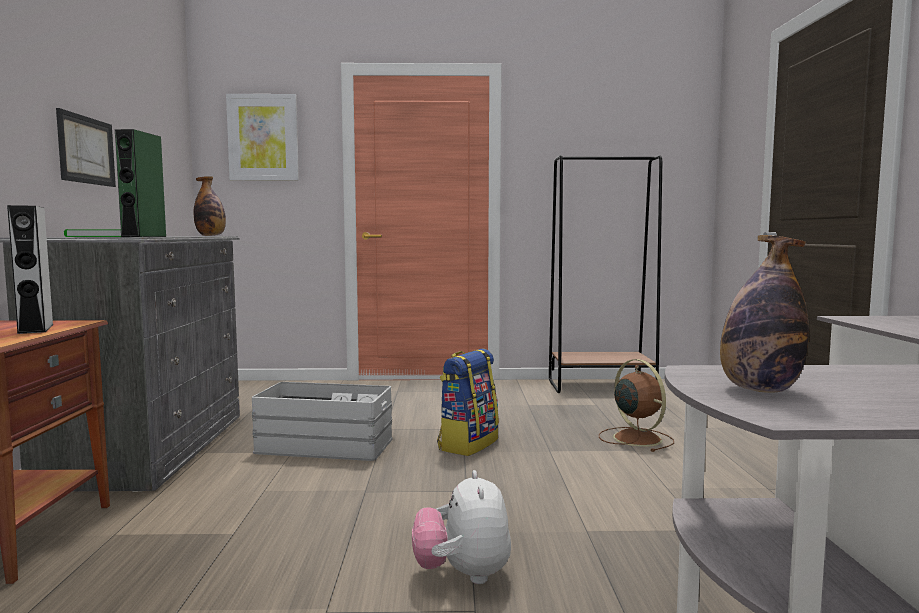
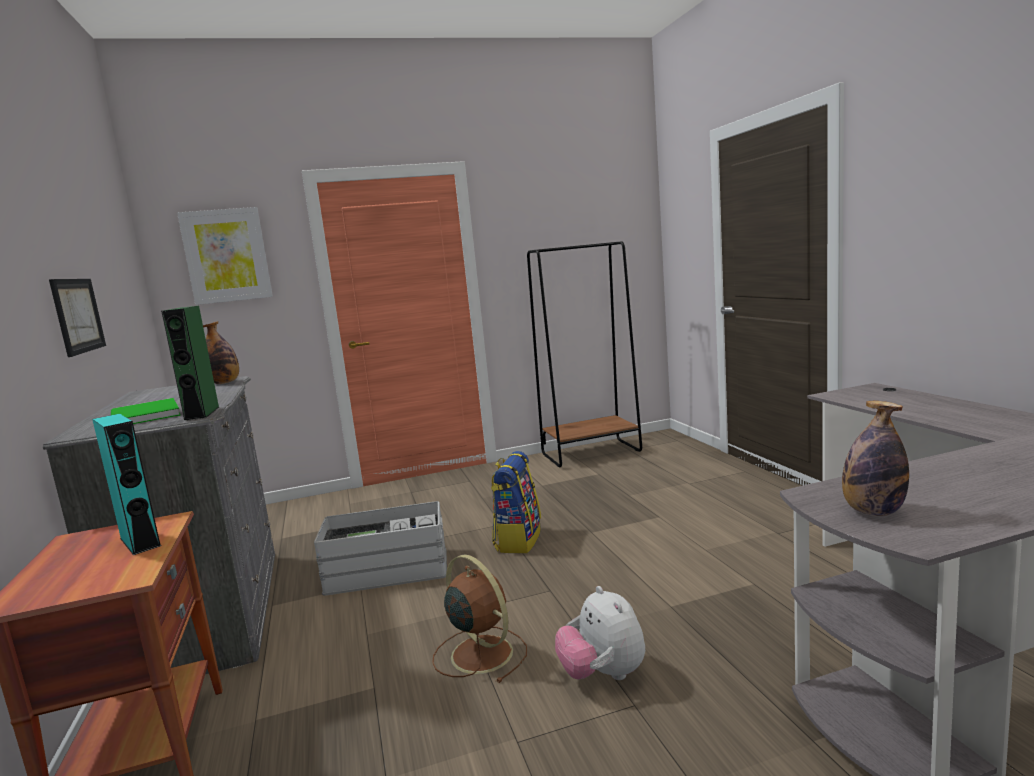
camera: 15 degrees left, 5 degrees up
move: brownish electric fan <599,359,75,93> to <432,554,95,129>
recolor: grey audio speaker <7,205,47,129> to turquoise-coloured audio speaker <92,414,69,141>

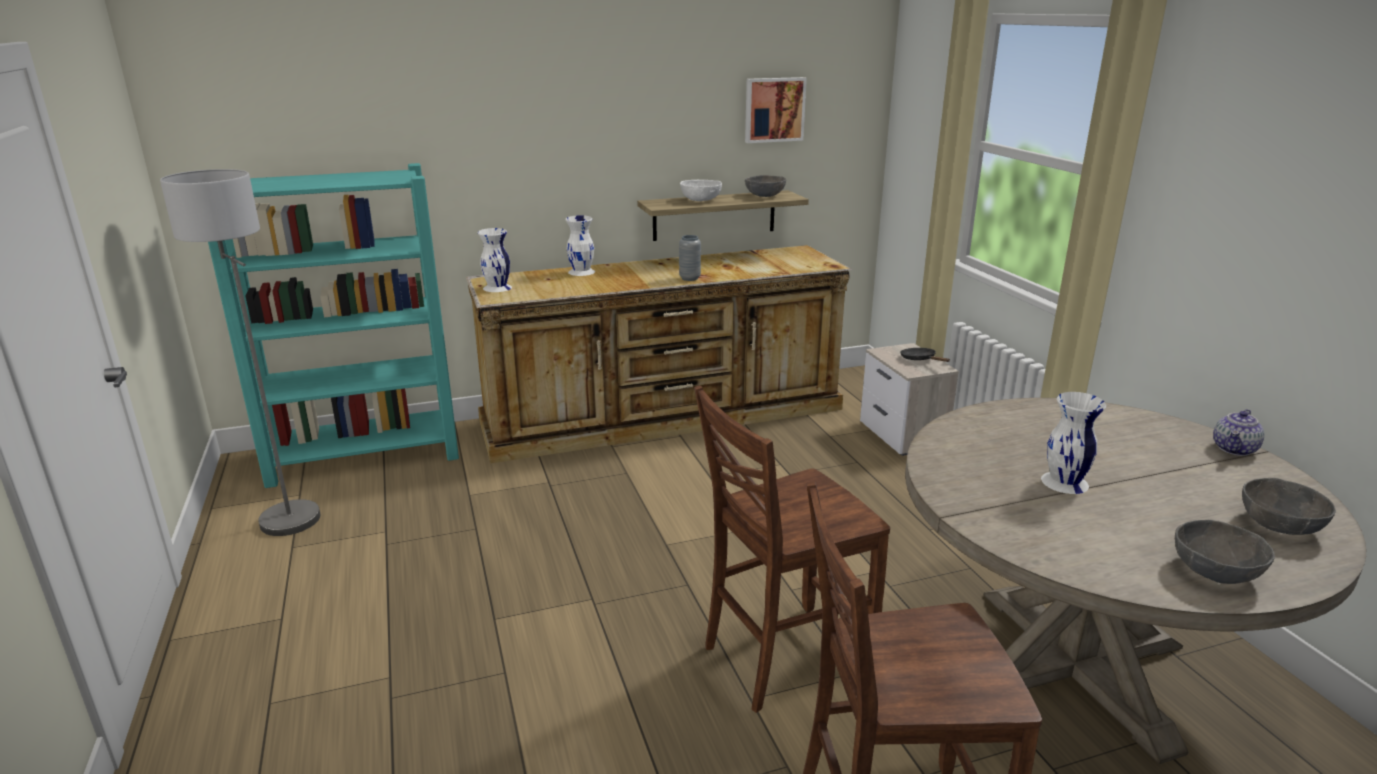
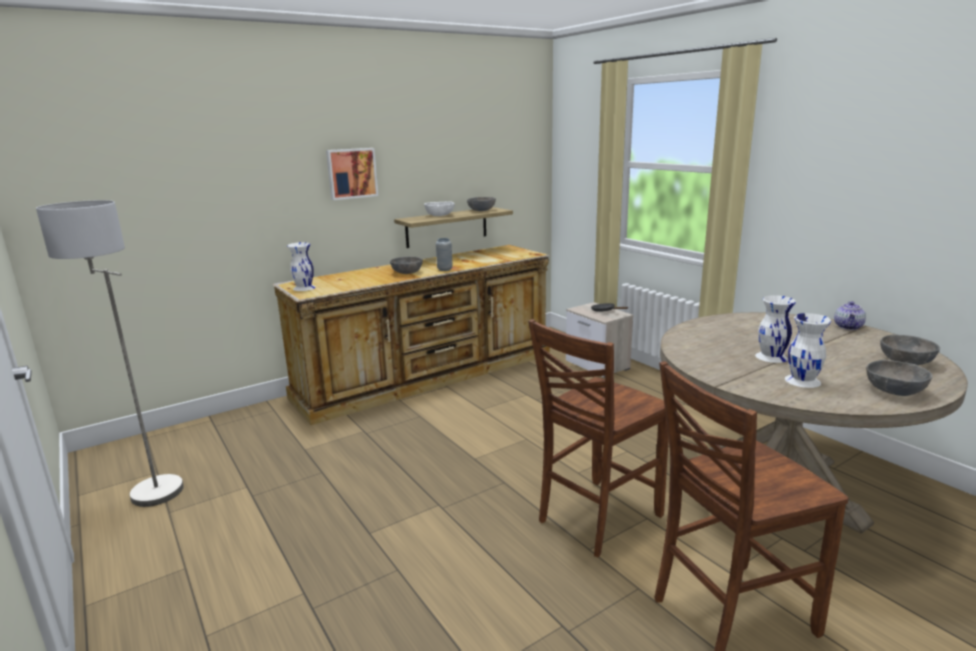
camera: 15 degrees left, 5 degrees down
delete: turquoise-coloured shelving unit <208,163,251,325>
insert: grey bowl <390,256,33,18>
move: wall art <745,77,62,66> to <326,148,52,52>; white-coloured vase <565,215,30,61> to <785,313,46,75>

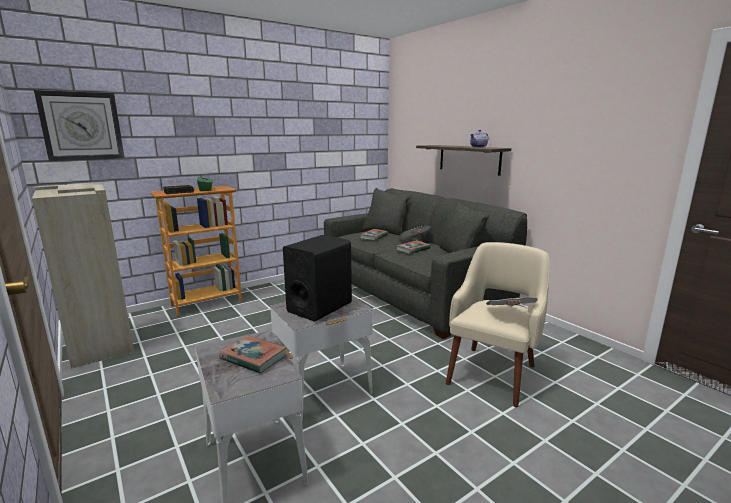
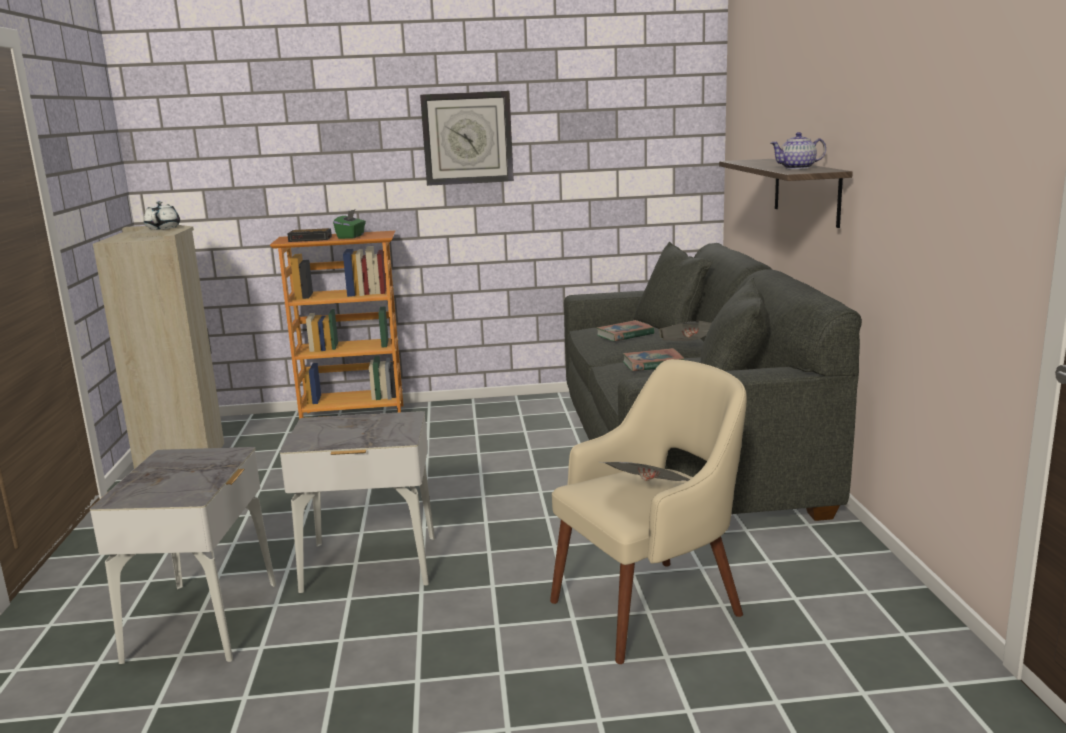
camera: 30 degrees right, 0 degrees up
delete: black-coloured audio speaker <283,235,69,87>; book <219,335,68,39>
insert: white-coloured pot for tea <144,201,36,29>
move: wall clock <34,90,91,71> to <420,91,94,95>

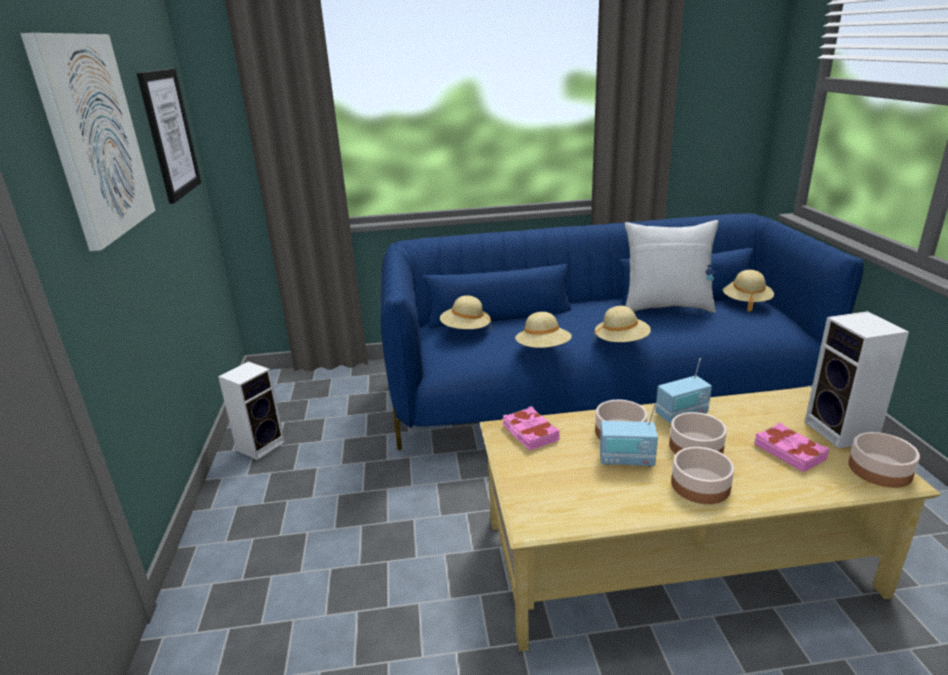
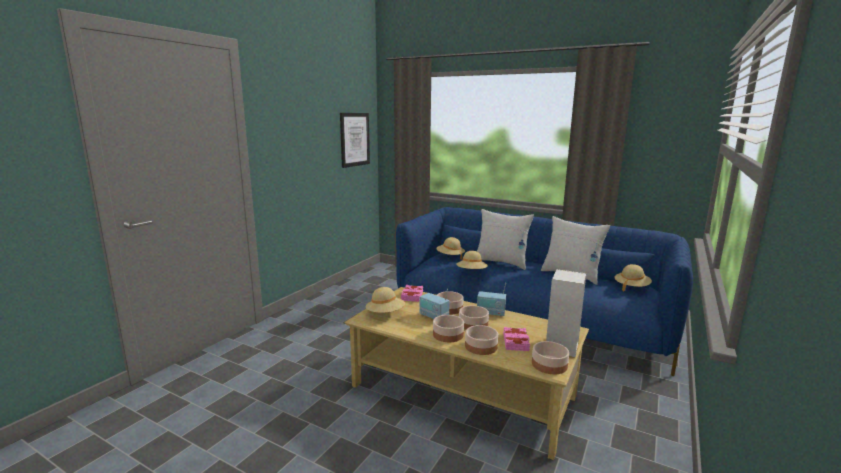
camera: 35 degrees right, 10 degrees down
delete: wall art <21,33,135,218>; audio speaker <218,361,67,99>
insert: grey cushion <477,209,57,61>; bowl <465,325,33,30>
move: beige-coloured hat <594,306,57,36> to <365,287,40,26>

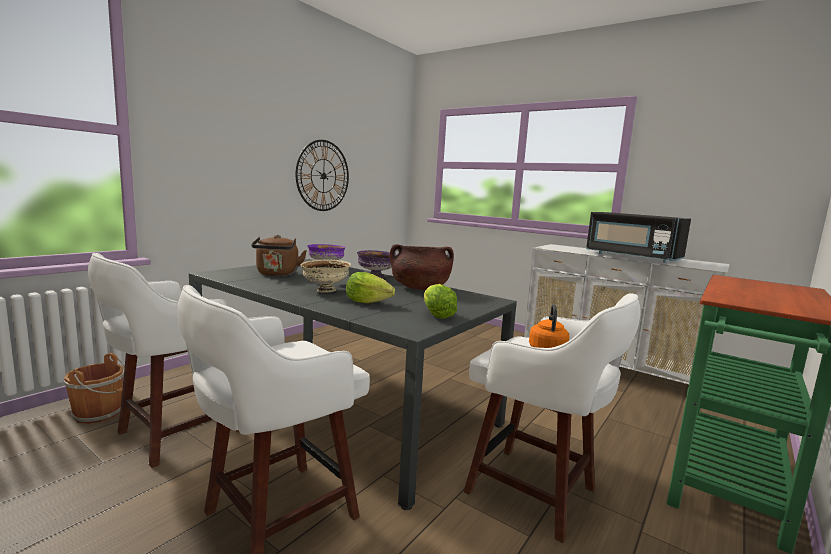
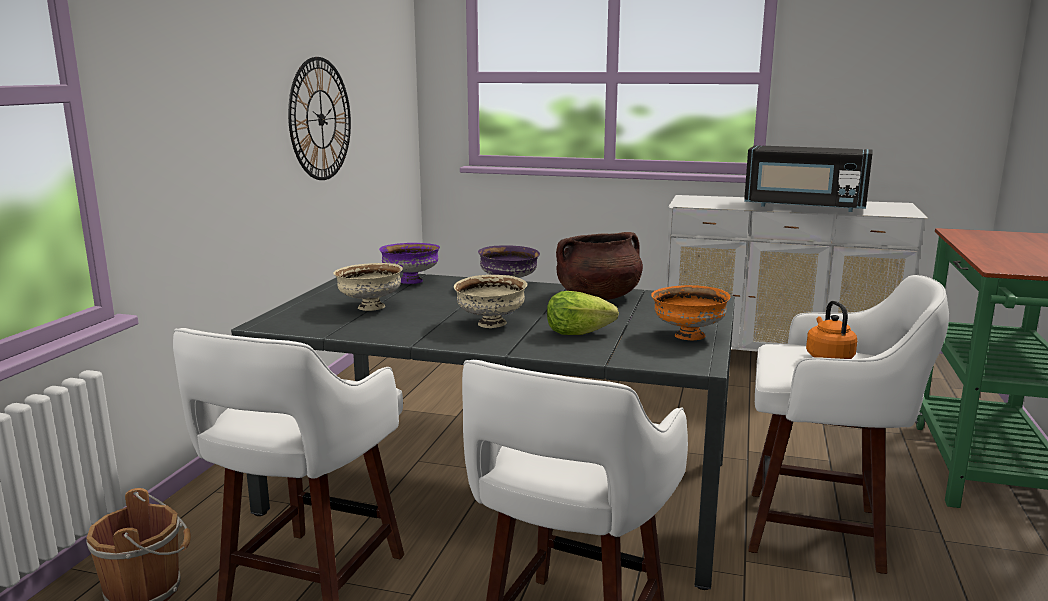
camera: 20 degrees left, 5 degrees up
replace: brownish water kettle <251,235,56,41> to beige-coloured bowl <333,263,69,48>; head of lettuce <424,284,33,35> to orange-coloured bowl <651,285,79,55>

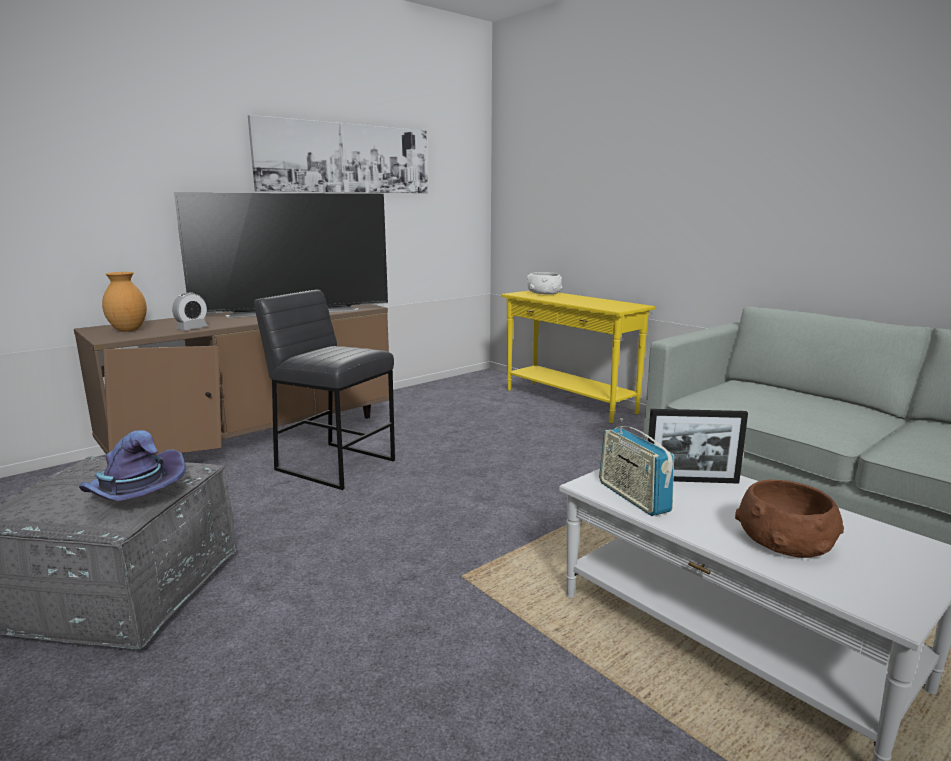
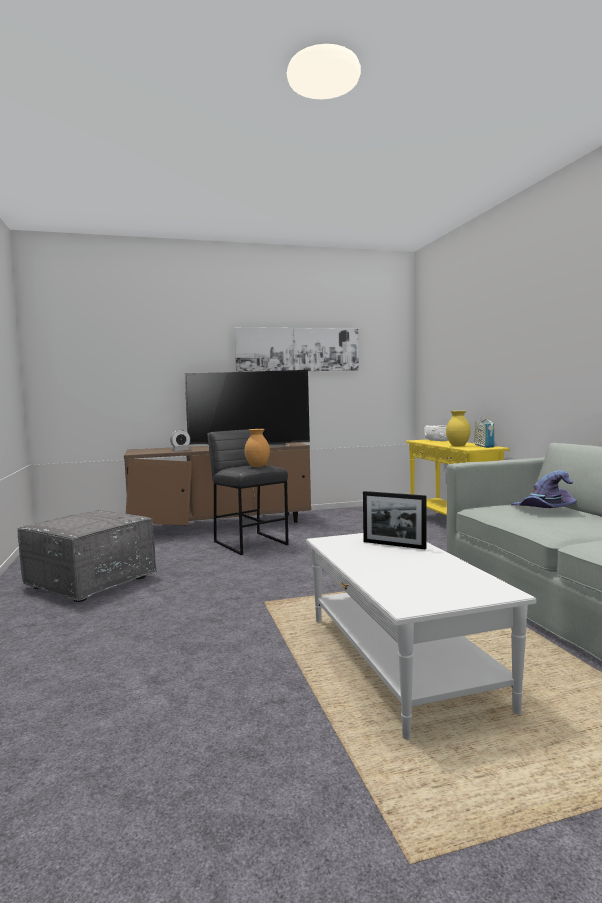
camera: 25 degrees right, 10 degrees down
delete: brownish bowl <735,480,109,78>
insert: yellowish vase <446,411,25,35>
move: brownish vase <102,272,45,60> to <244,429,26,38>; radio <599,418,75,98> to <474,416,21,32>; purple-coloured hat <79,430,107,71> to <511,470,66,38>

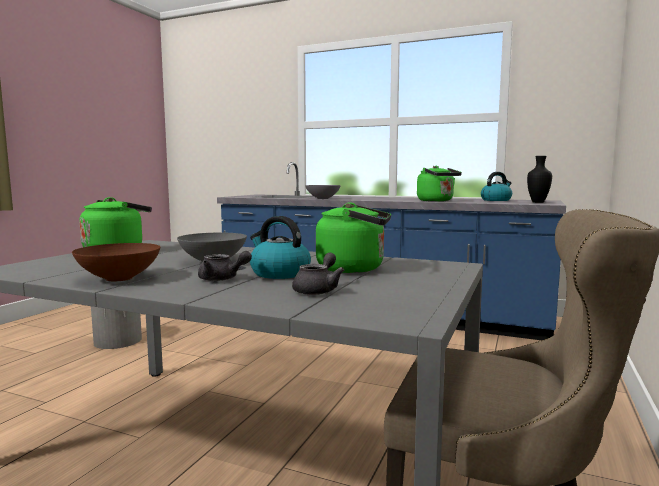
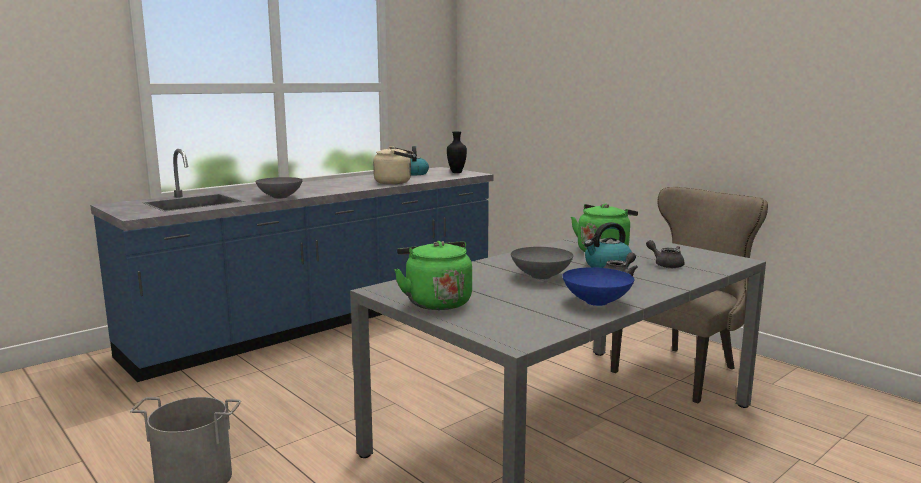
camera: 65 degrees left, 5 degrees up
recolor: green-coloured water kettle <417,166,45,36> to beige-coloured water kettle <373,146,40,38>; brownish bowl <72,243,88,38> to blue-coloured bowl <563,267,71,39>

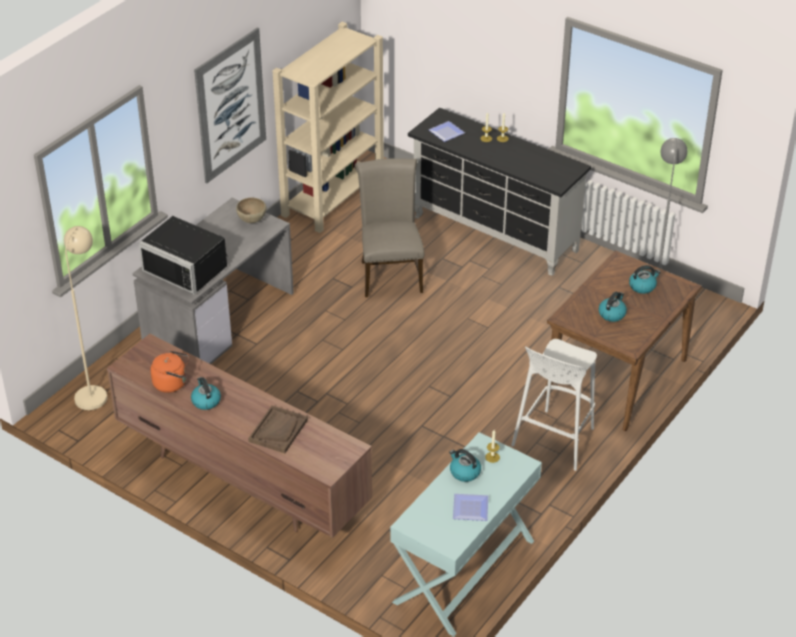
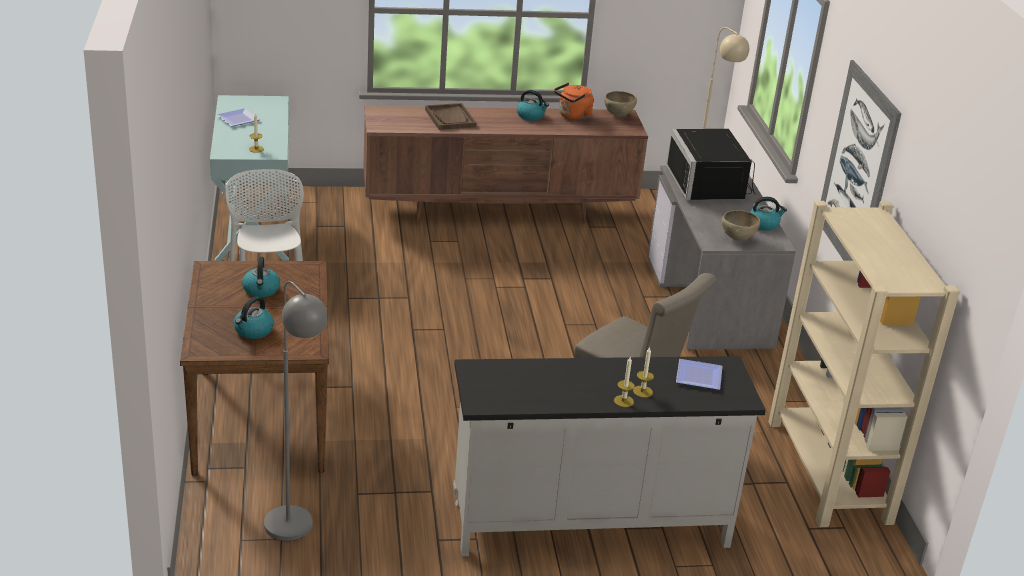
camera: 135 degrees right, 10 degrees down
insert: brownish bowl <604,91,33,26>
move: water kettle <449,449,32,33> to <750,197,37,34>
rotate: black-coloured kitchen microwave <139,216,89,78> = <666,129,90,71> 90 degrees counterclockwise

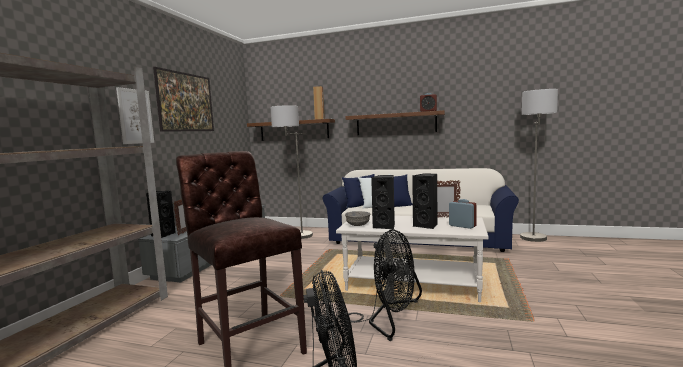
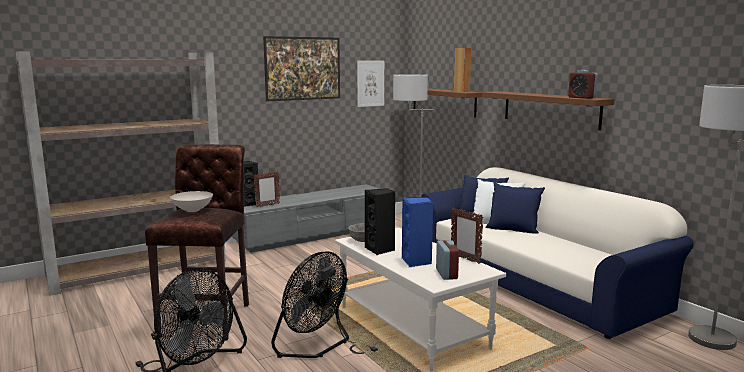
camera: 40 degrees right, 5 degrees up
insert: white-coloured bowl <170,191,43,21>
move: wall art <116,87,38,57> to <357,61,27,46>
recolor: black-coloured audio speaker <412,173,25,56> to blue-coloured audio speaker <402,197,31,70>
rotate: black-coloured electric fan <338,229,84,112> = <271,251,107,107> 150 degrees clockwise

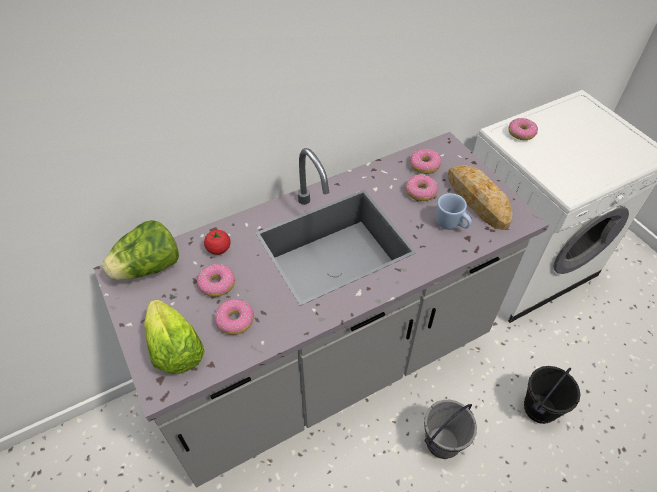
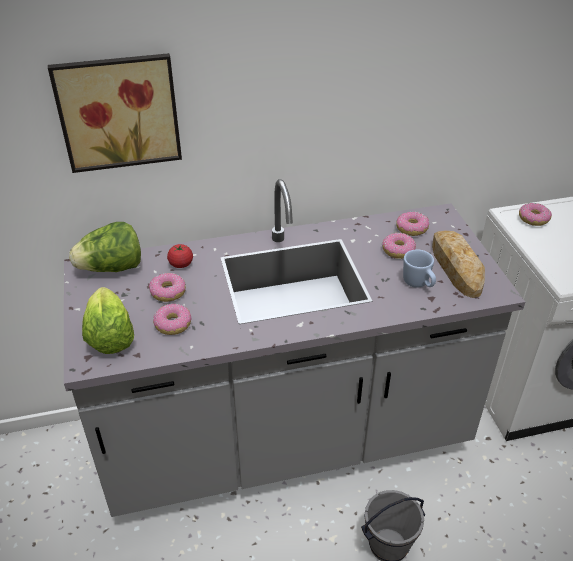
camera: 15 degrees right, 10 degrees down
delete: black-coloured pail <524,366,56,58>
insert: wall art <48,53,134,120>

